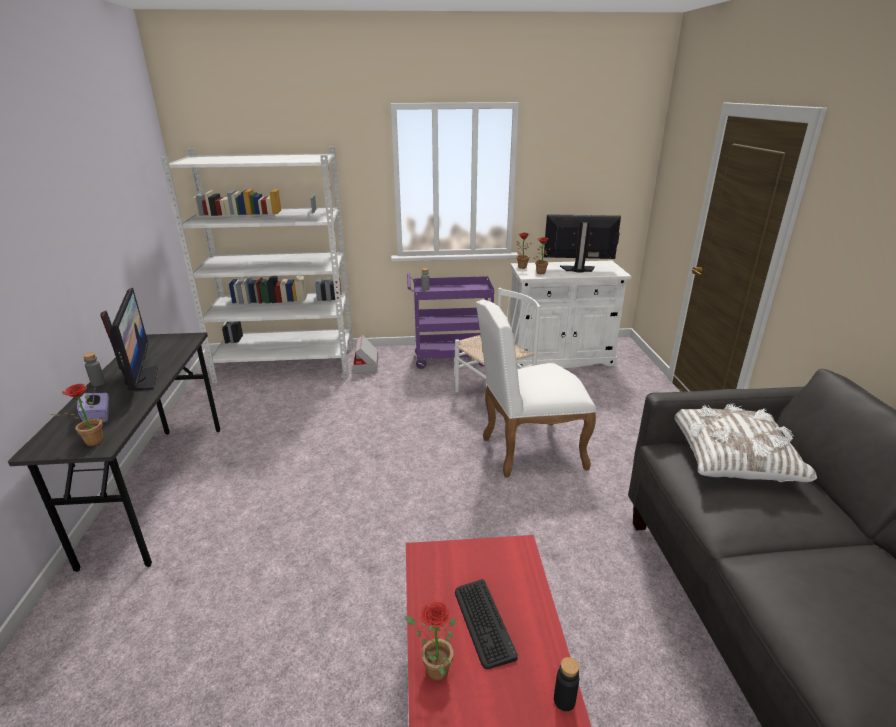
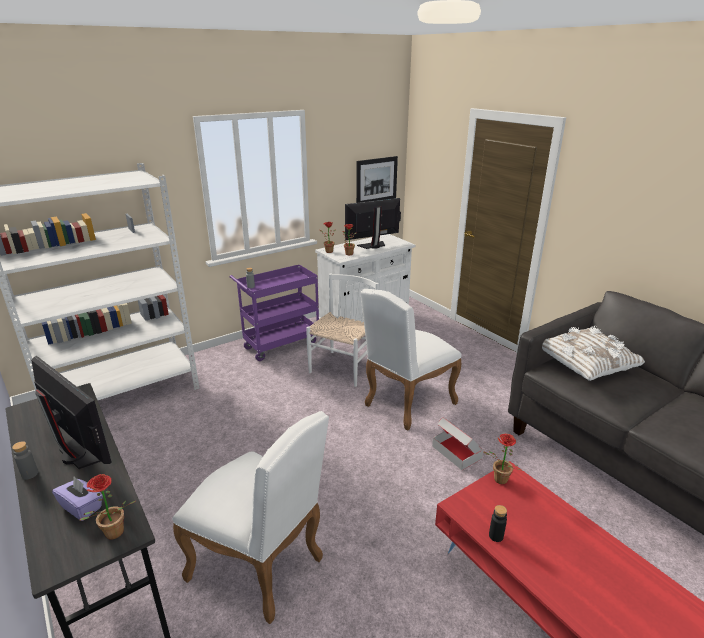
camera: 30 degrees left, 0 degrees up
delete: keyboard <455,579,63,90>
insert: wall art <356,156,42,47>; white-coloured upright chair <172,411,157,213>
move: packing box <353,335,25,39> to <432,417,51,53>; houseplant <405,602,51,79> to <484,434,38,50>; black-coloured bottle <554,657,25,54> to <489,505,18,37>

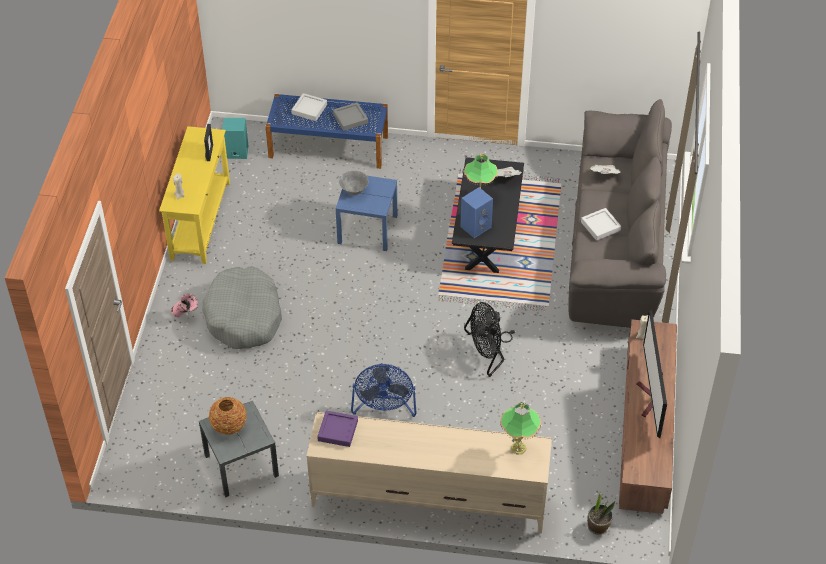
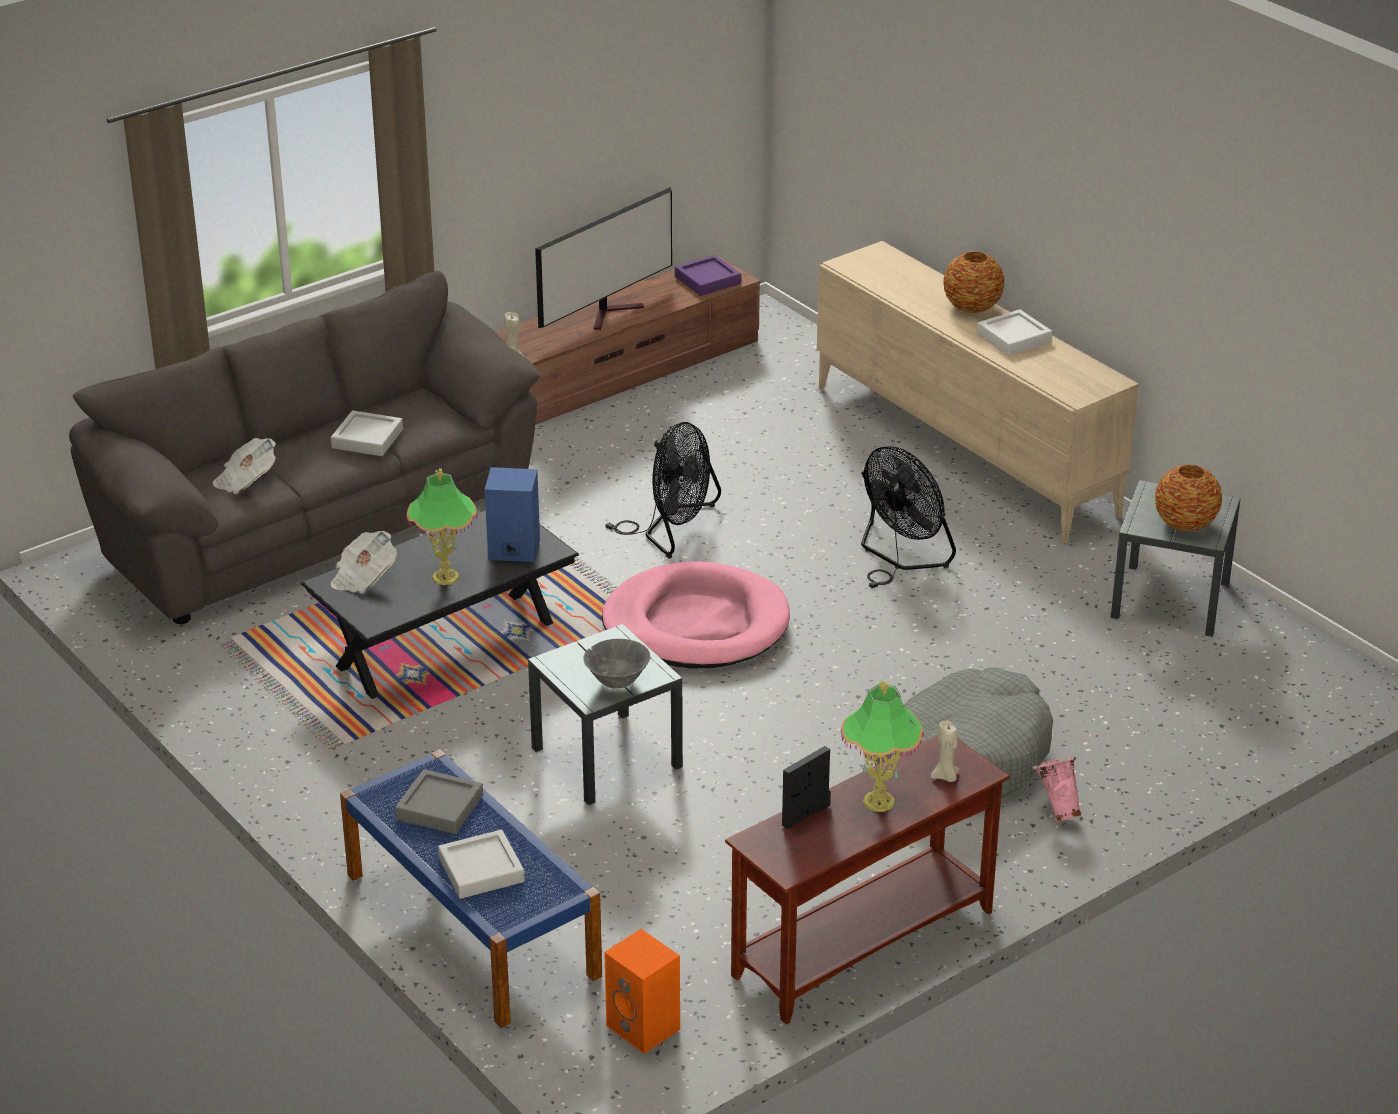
camera: 135 degrees left, 15 degrees down
delete: houseplant <587,492,28,43>
insert: vase <943,251,62,62>; white-coloured serving tray <977,309,75,46>; pinkish dog cushion <602,561,188,107>
move: lamp for a table <500,402,41,53> to <841,681,83,131>; purple-coloured serving tray <317,410,41,37> to <675,255,66,41>
recolor: turquoise-coloured audio speaker <222,118,26,41> to orange-coloured audio speaker <604,929,76,125>; yellowish narrow table <159,126,71,138> to brownish narrow table <725,735,285,290>; blue-coloured end table <336,176,61,75> to grey end table <528,624,155,181>; blue-coloured electric fan <351,363,66,54> to black-coloured electric fan <861,446,95,142>

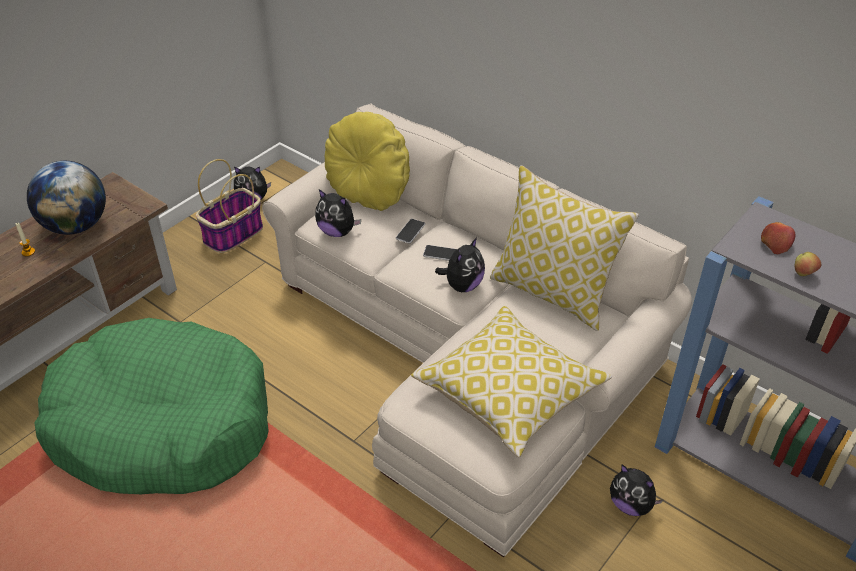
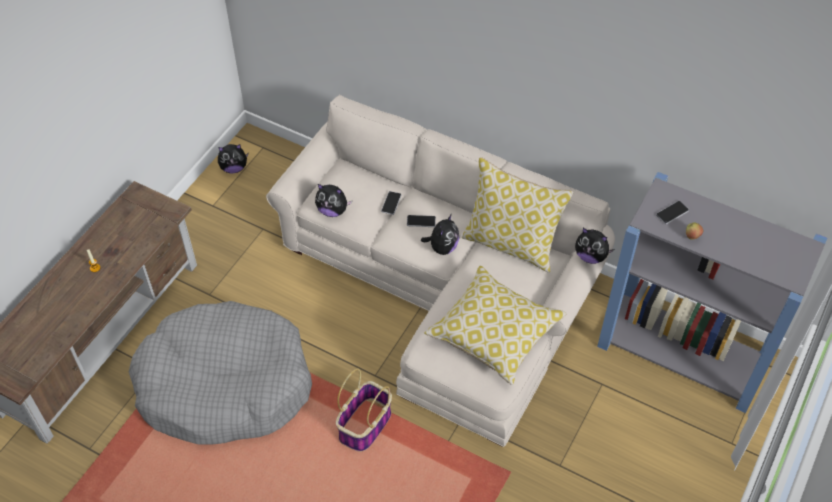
camera: 10 degrees left, 10 degrees up
delete: yellowish cushion <325,112,85,99>; world globe <27,161,79,74>
move: household basket <196,159,67,94> to <336,368,56,84>; soft toy <610,464,53,52> to <575,228,39,36>
replace: apple <761,222,34,32> to telephone <656,201,33,23>
recolor: green-coloured dog cushion <34,318,235,176> to grey dog cushion <129,301,183,144>

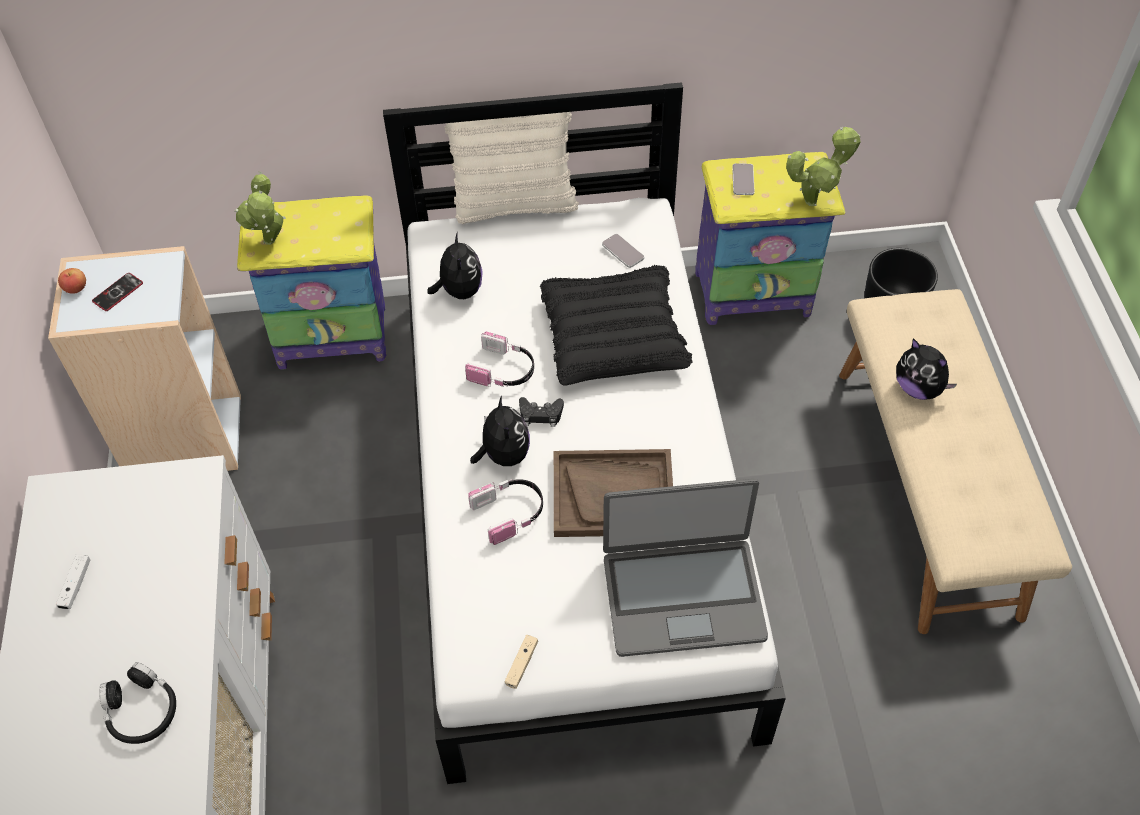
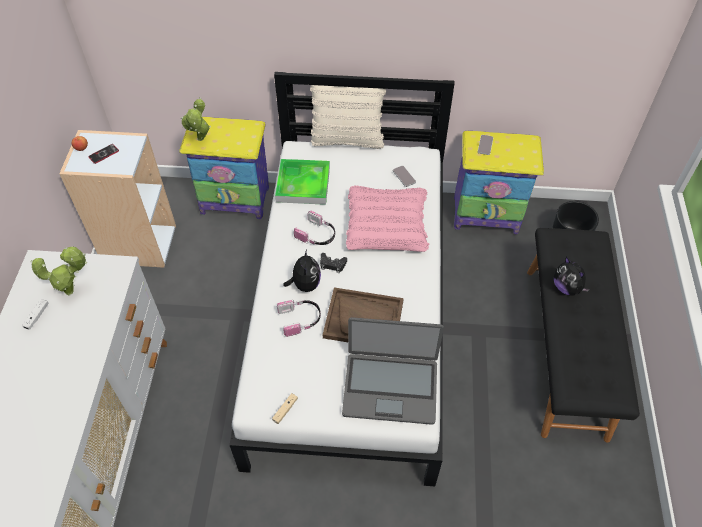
camera: 10 degrees right, 0 degrees up
delete: black-coloured headset <99,662,77,82>
move: houseplant <786,127,75,79> to <30,247,57,48>
replace: soft toy <427,231,56,68> to serving tray <275,159,55,46>
recolor: black-coloured cushion <540,265,153,121> to pinkish cushion <346,185,83,67>; beige-coloured bench <839,289,233,345> to black-coloured bench <527,228,113,215>

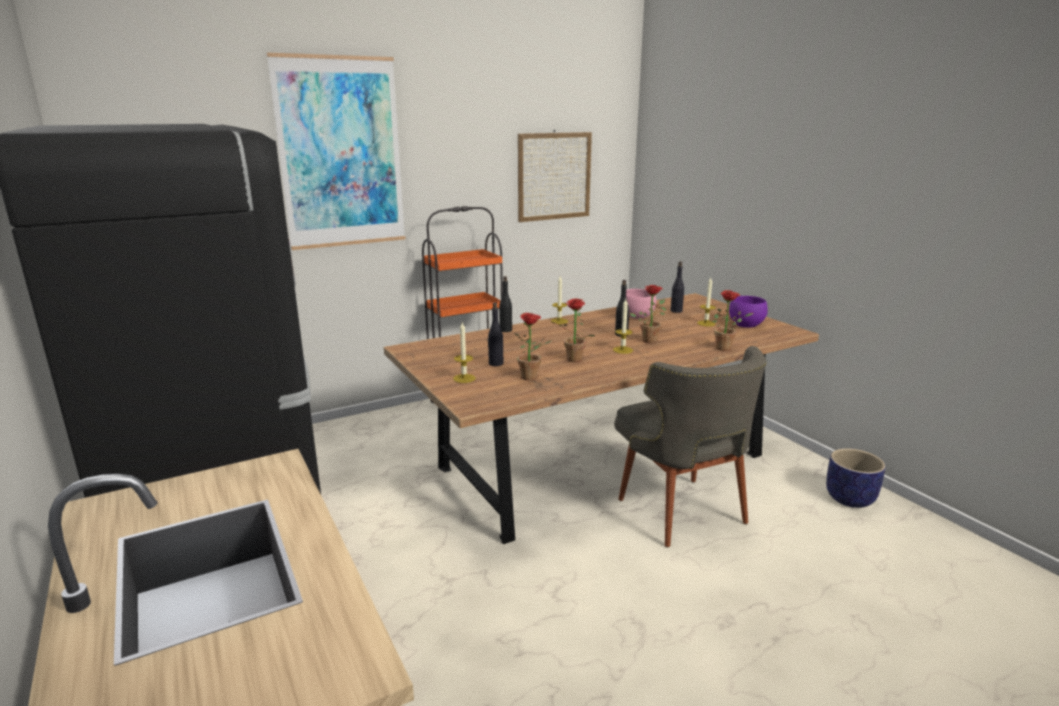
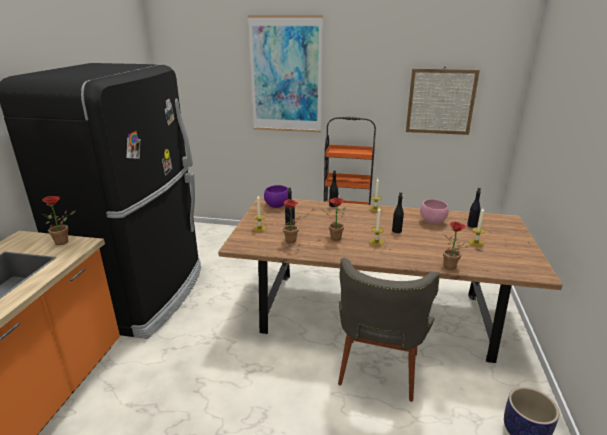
camera: 40 degrees right, 5 degrees up
move: houseplant <629,285,38,59> to <42,196,34,49>; purple-coloured bowl <729,296,39,32> to <264,185,24,23>

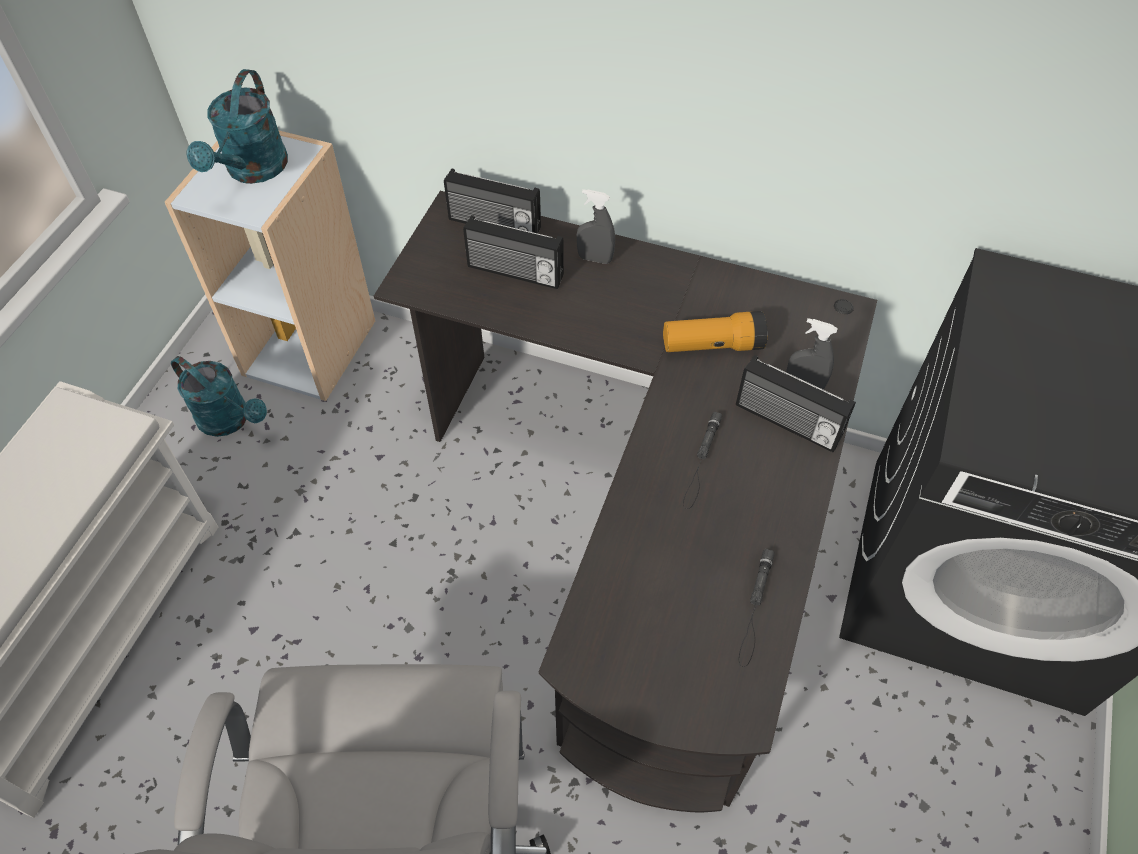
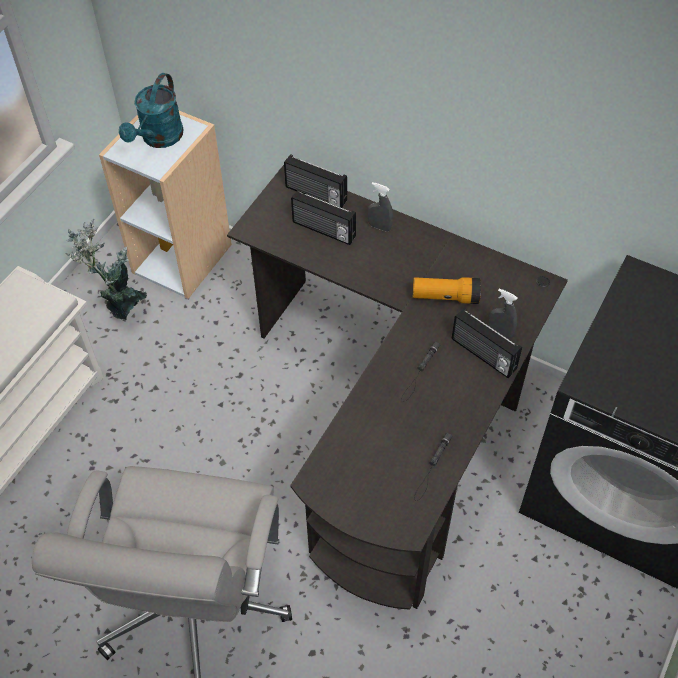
camera: 10 degrees right, 0 degrees up
replace: turquoise-coloured sprinkling can <171,356,96,81> to houseplant <65,218,82,102>

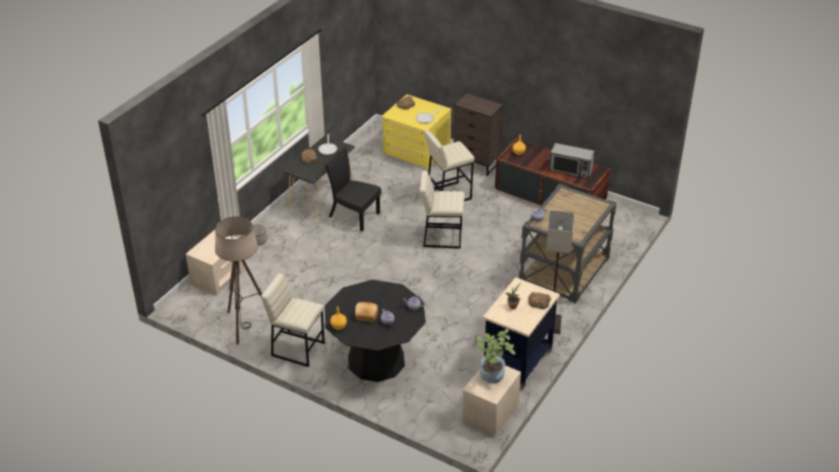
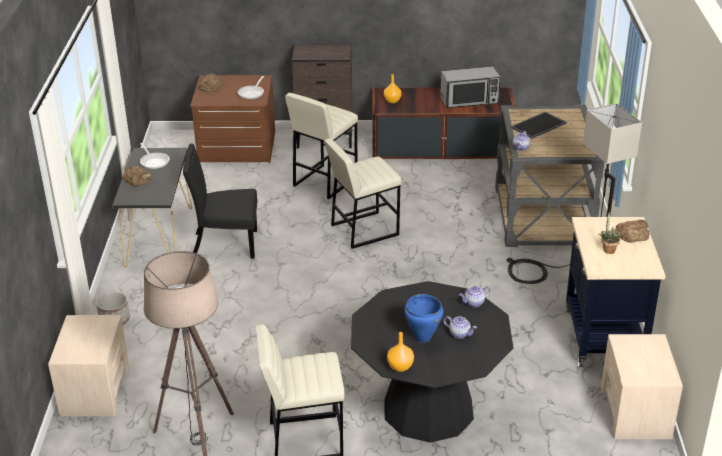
camera: 30 degrees left, 5 degrees down
delete: houseplant <476,329,39,54>
insert: serving tray <511,112,56,27>
replace: baked bread <355,302,23,20> to blue-coloured stockpot <404,294,39,48>
recolor: yellowish drawer chest <381,94,70,75> to brownish drawer chest <190,75,85,88>

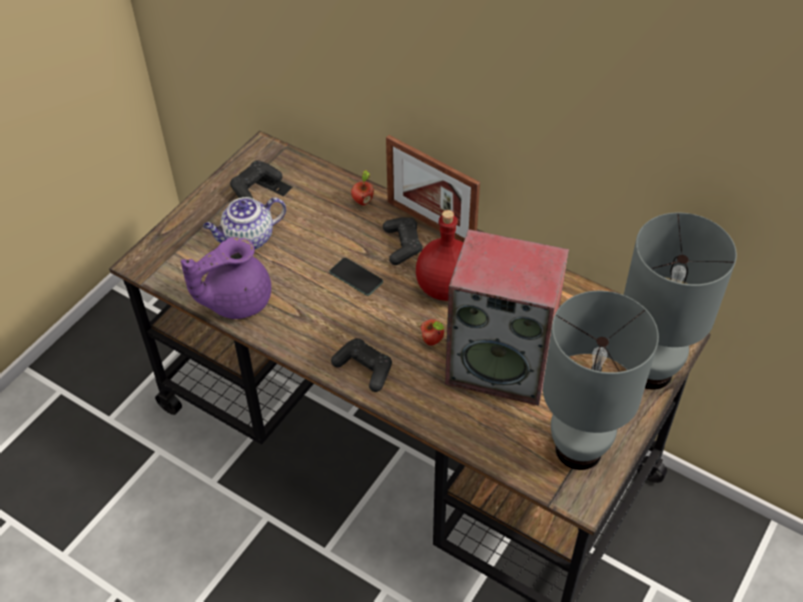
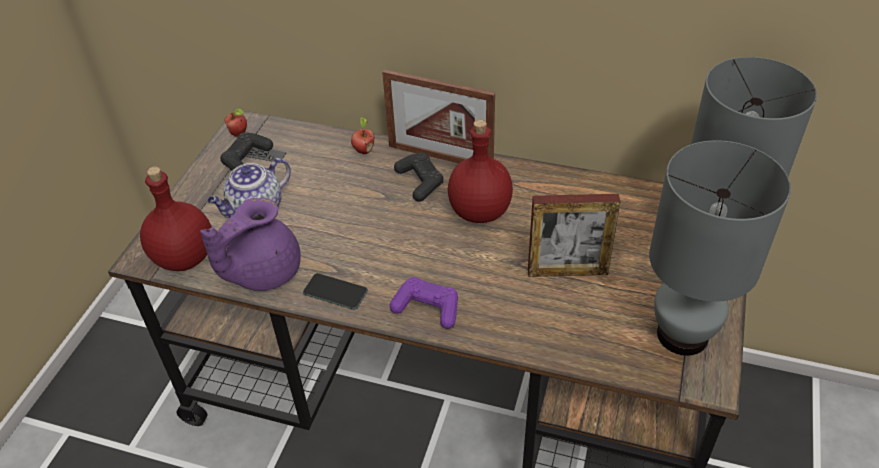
camera: 15 degrees left, 5 degrees down
insert: reddish bottle <140,166,72,105>
move: telephone <329,258,54,38> to <303,273,65,37>; apple <421,319,24,27> to <224,108,23,29>
replace: audio speaker <445,229,124,177> to standing frame <528,194,92,83>
recolor: black-coloured gamepad <331,338,61,54> to purple-coloured gamepad <390,277,68,52>

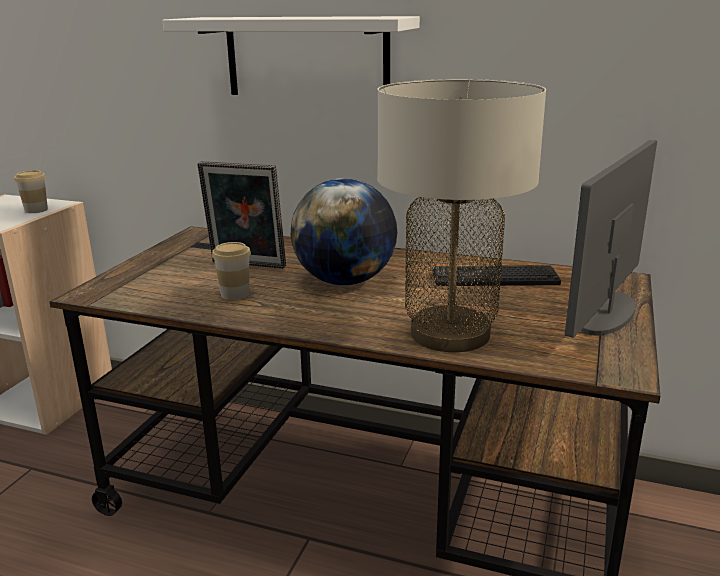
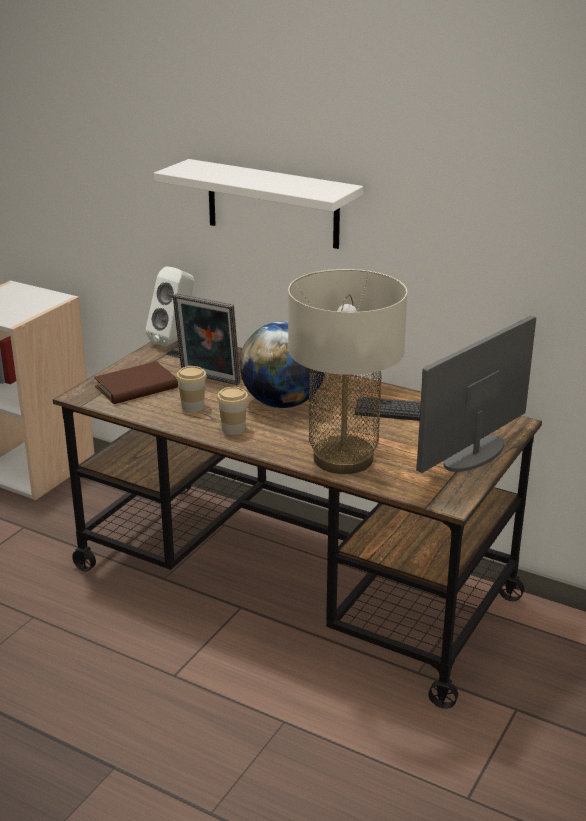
camera: 10 degrees right, 5 degrees up
insert: white-coloured audio speaker <146,266,48,81>; brownish book <94,361,84,43>
move: drinking cup <14,170,34,43> to <217,387,31,48>

